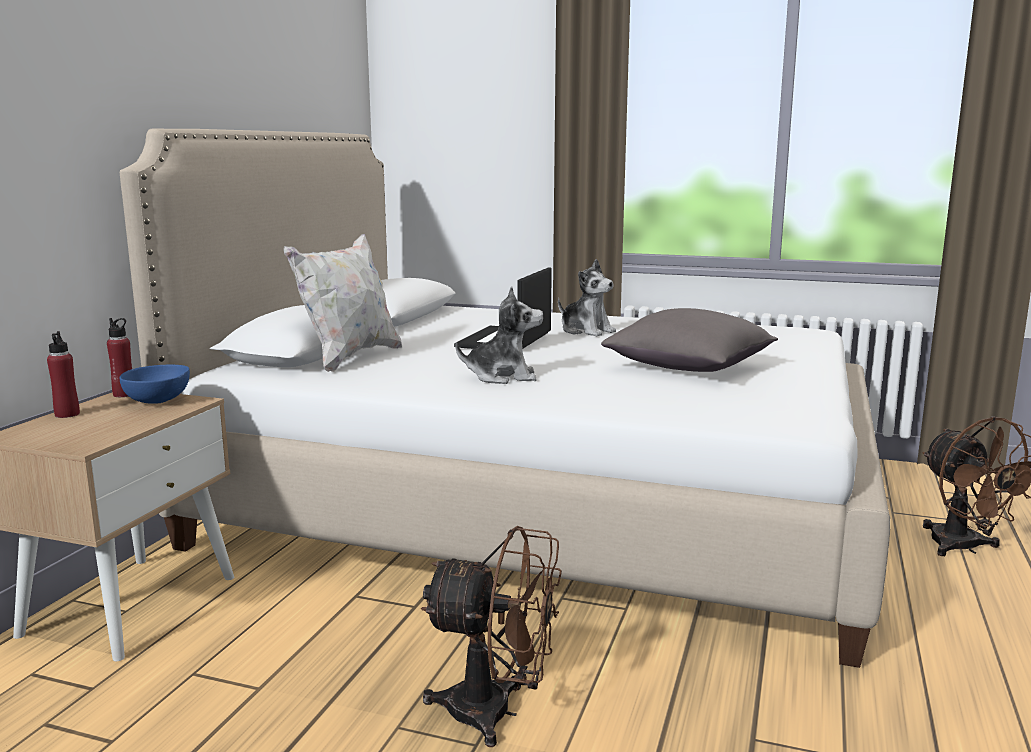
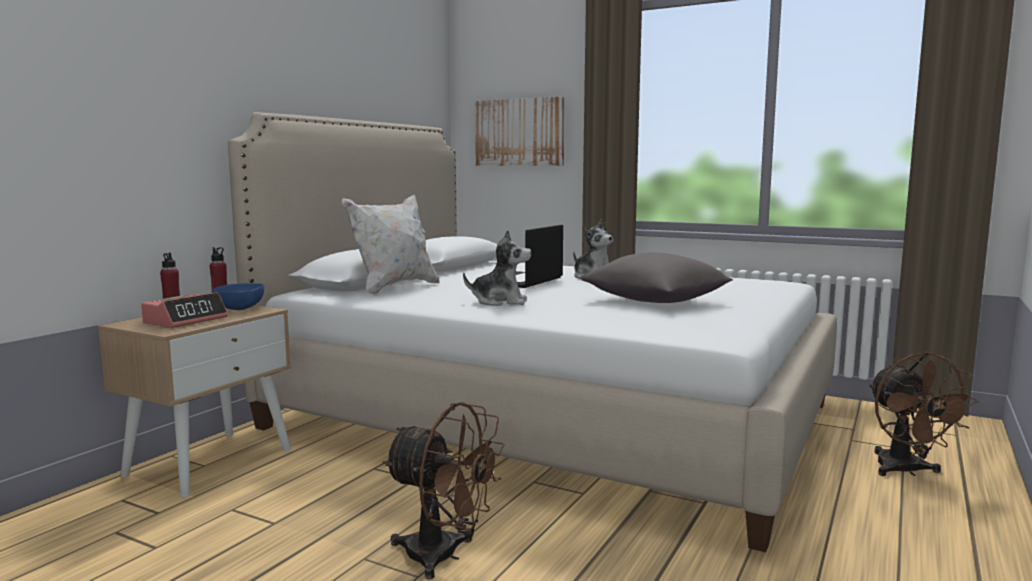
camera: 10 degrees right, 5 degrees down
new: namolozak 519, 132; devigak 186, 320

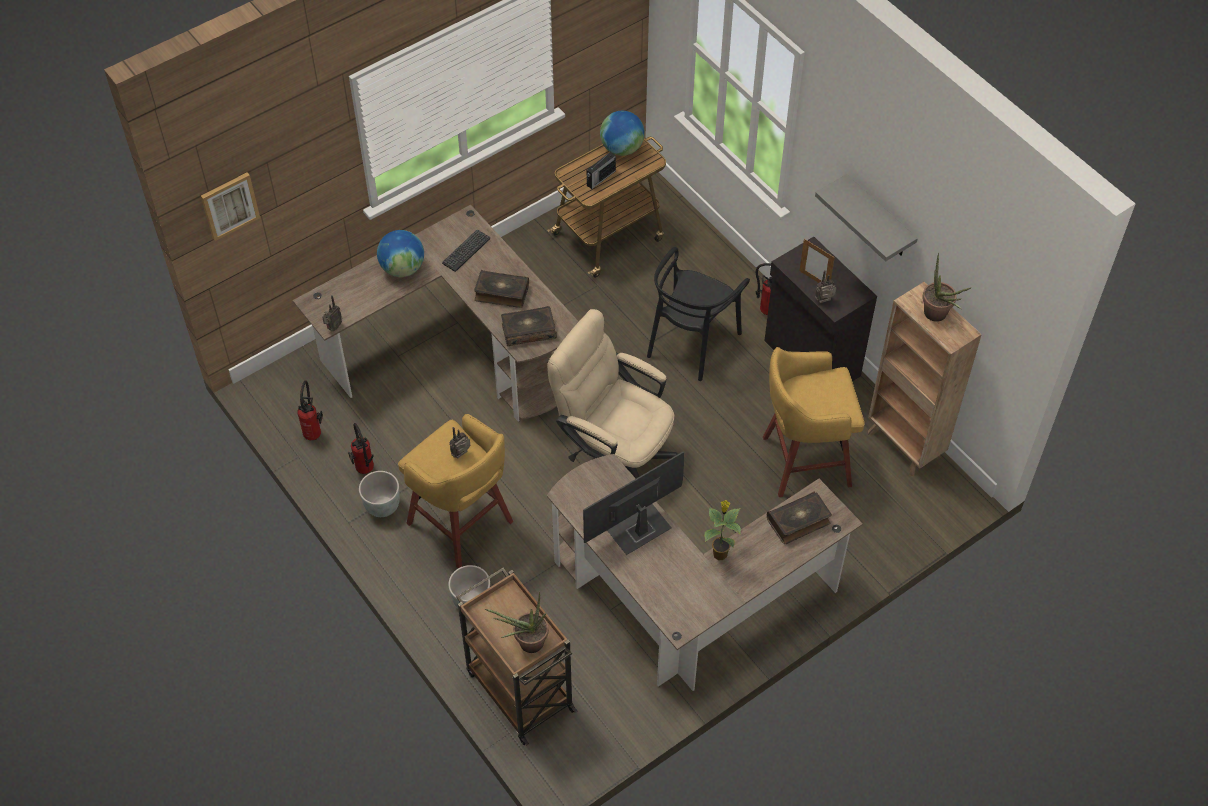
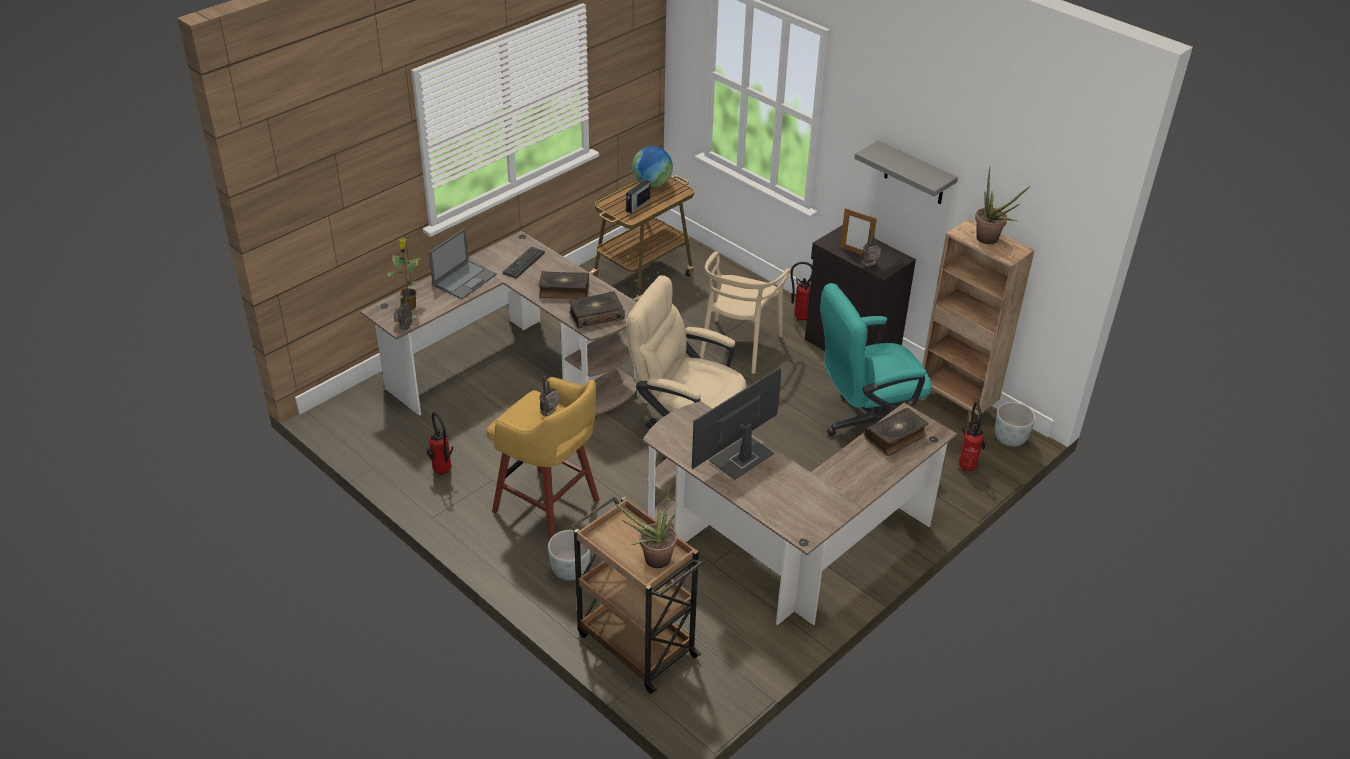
camera: 10 degrees left, 15 degrees down
gone: namolozak 229, 205
shifted: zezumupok 314, 432 to 967, 465; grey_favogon 382, 506 to 1009, 439; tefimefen 720, 553 to 409, 305
swapped: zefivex 402, 268 to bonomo 465, 279; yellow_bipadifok 803, 461 to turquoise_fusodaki 866, 426
repainted: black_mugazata 691, 342 to beige_mugazata 738, 346

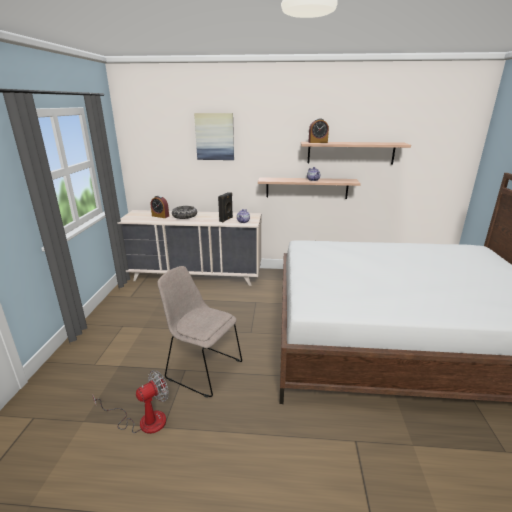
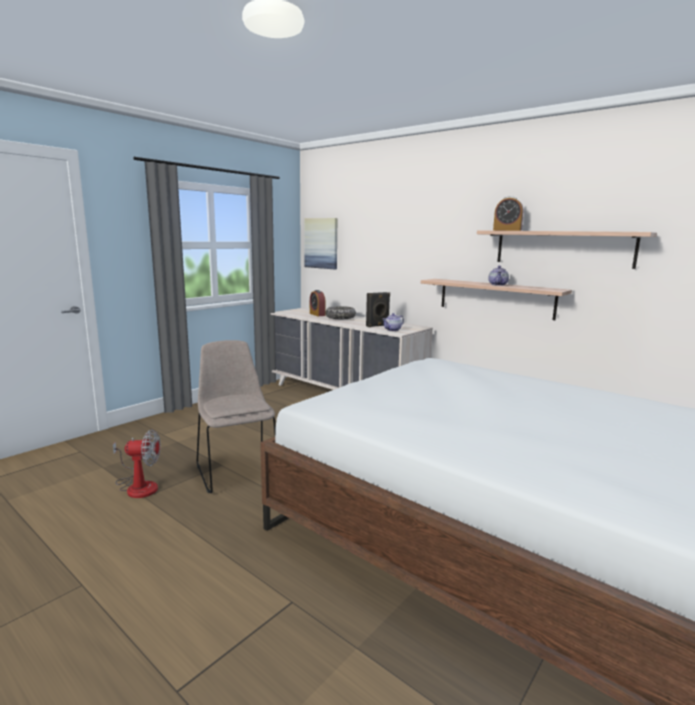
camera: 35 degrees right, 10 degrees down
shifted: namolozak 215, 136 to 321, 243

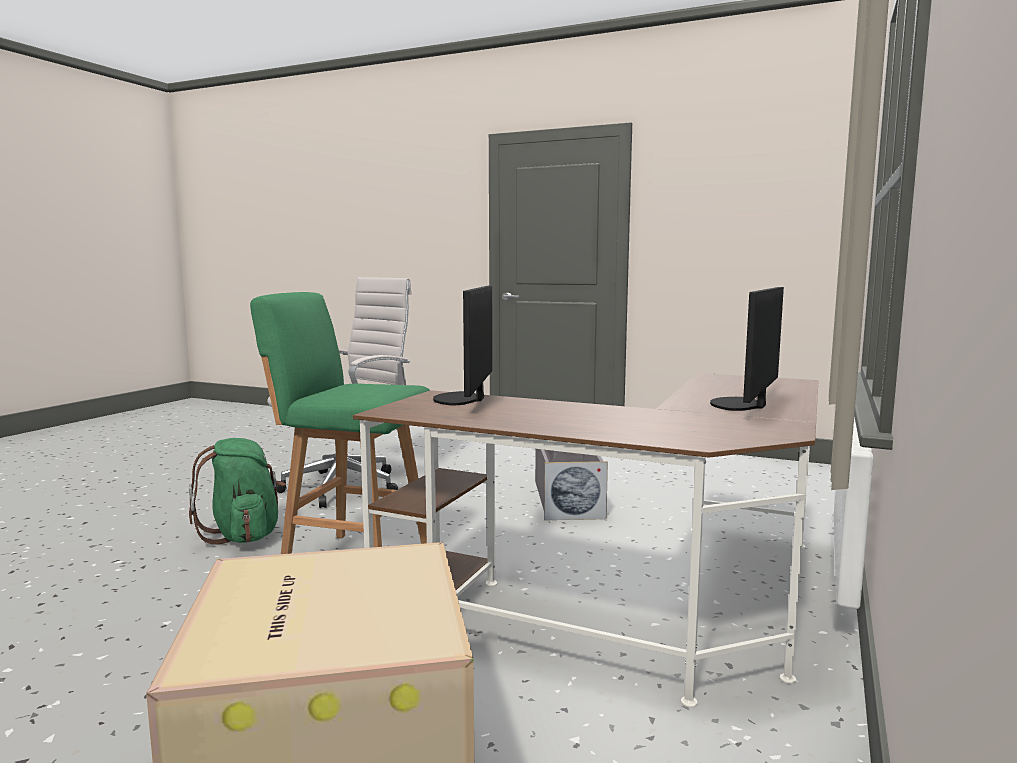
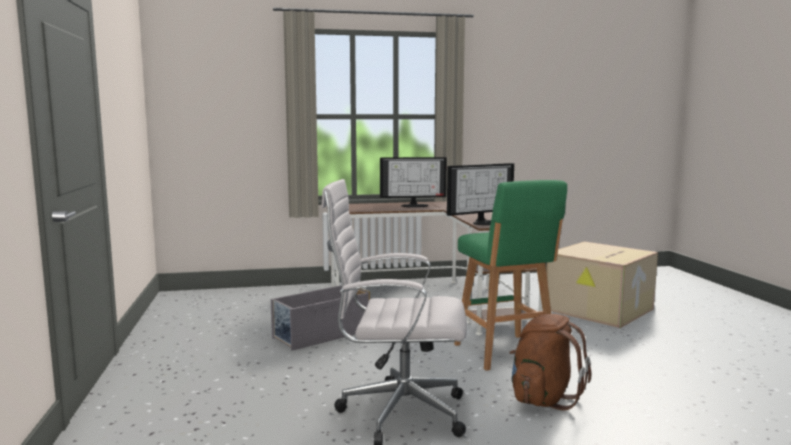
camera: 125 degrees left, 0 degrees up
repainted: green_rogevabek 243, 535 to brown_rogevabek 543, 398

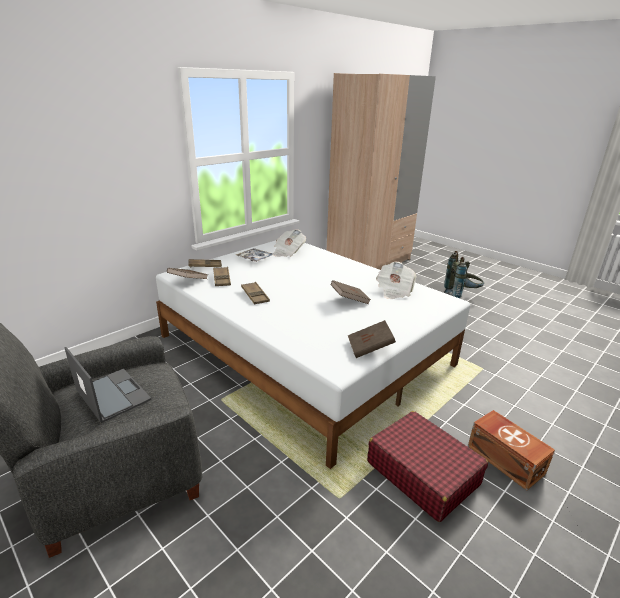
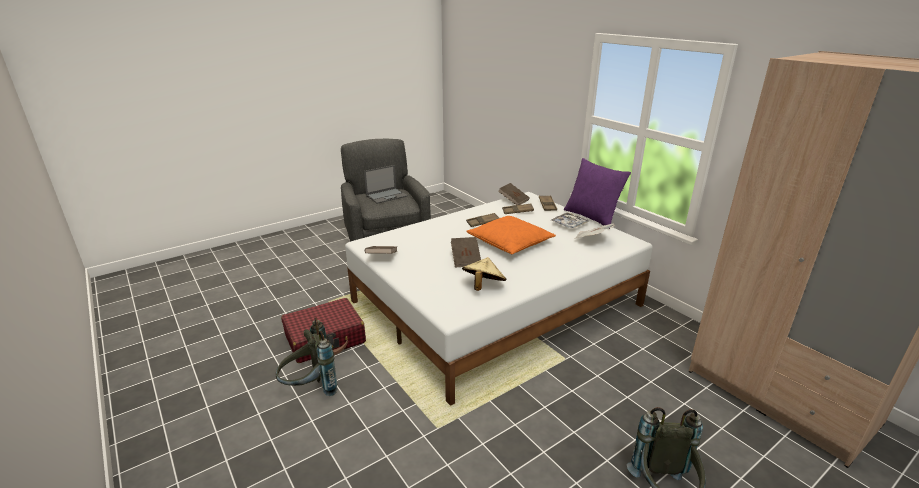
camera: 100 degrees right, 0 degrees up
new: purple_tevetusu 592, 217; orange_tevetusu 510, 242
swapped: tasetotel 394, 291 to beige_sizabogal 483, 286; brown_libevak 505, 458 to grey_rogevabek 310, 388

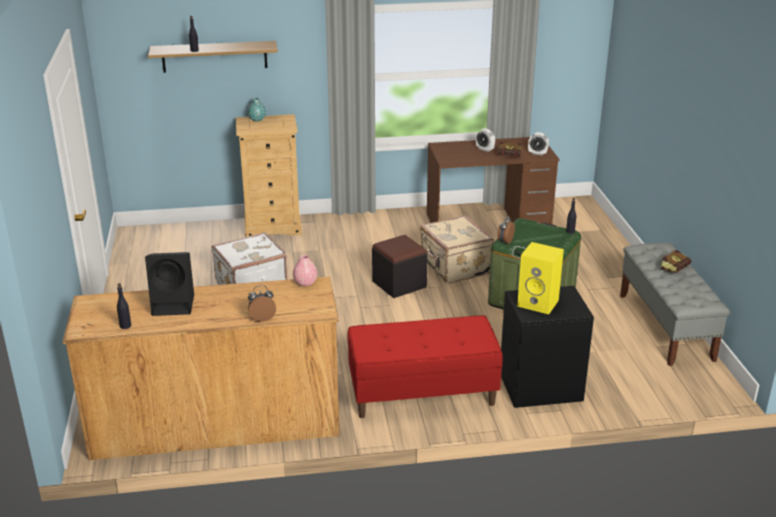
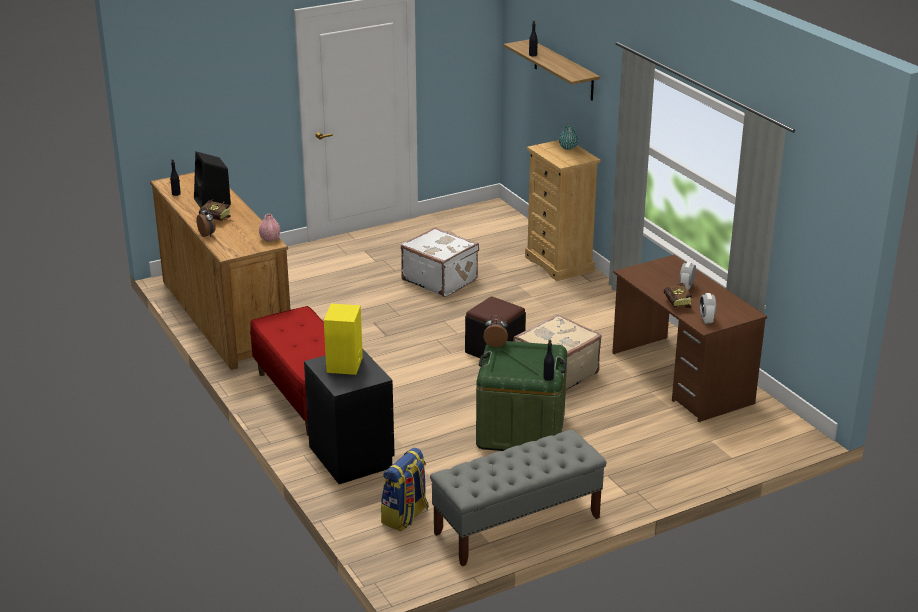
camera: 70 degrees right, 0 degrees up
new: rogevabek 405, 516
shifted: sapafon 676, 269 to 218, 220

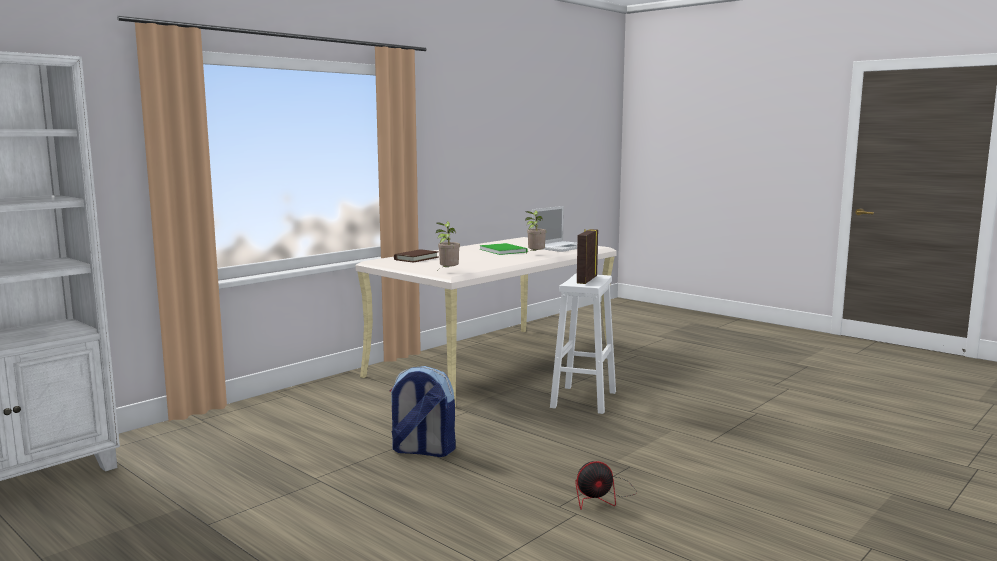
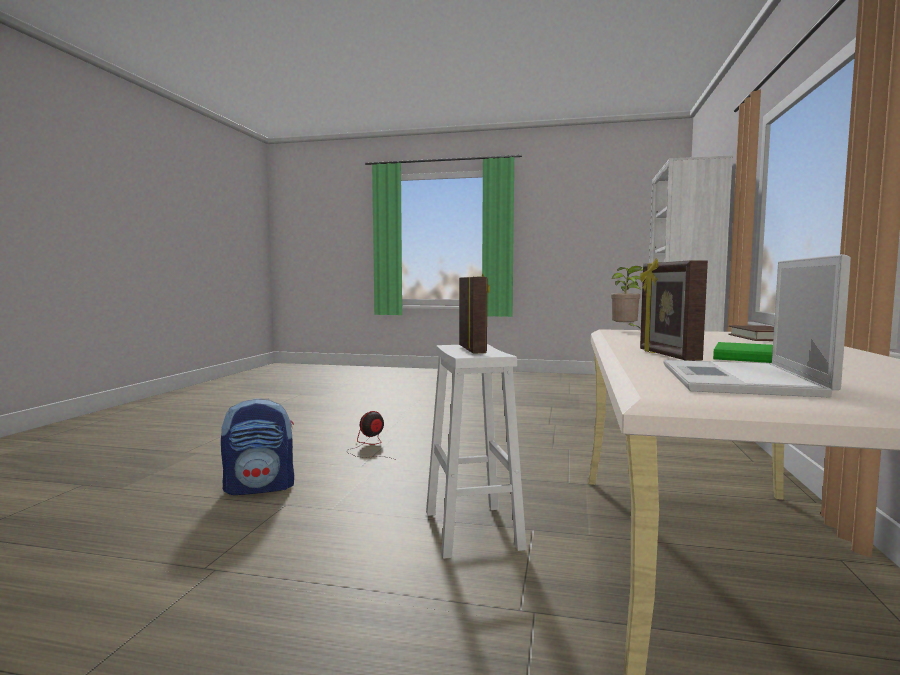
camera: 150 degrees right, 5 degrees down
shifted: rogevabek 422, 450 to 260, 487
swapped: tefimefen 535, 255 to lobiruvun 667, 355

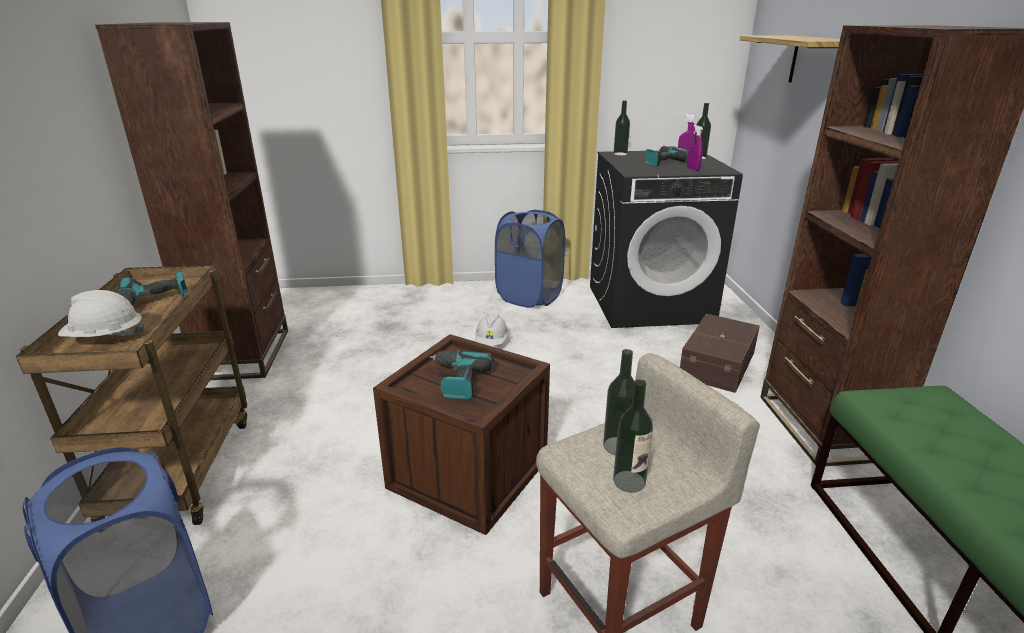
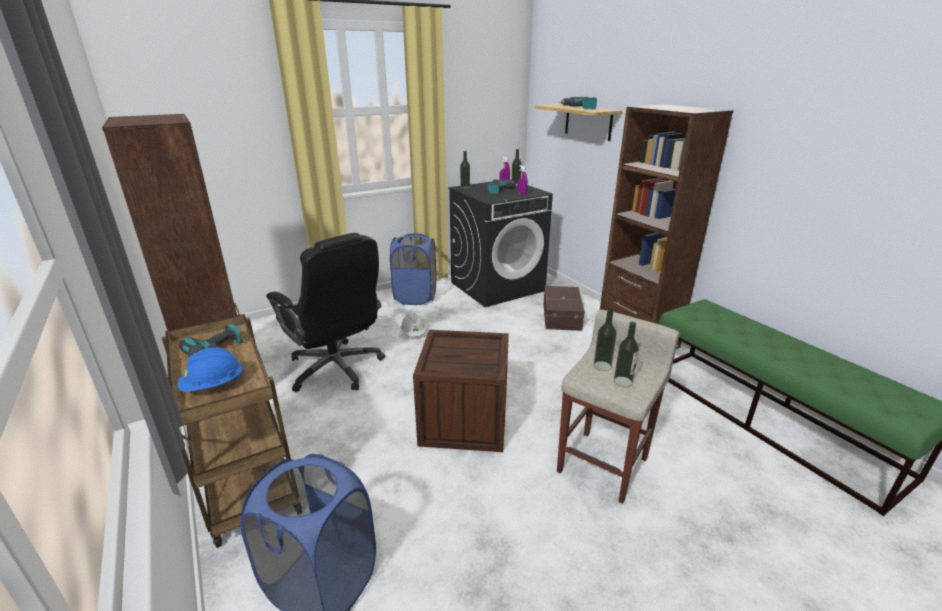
camera: 25 degrees left, 0 degrees up
new: black_fusodaki 336, 368
shifted: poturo 457, 380 to 579, 108
repainted: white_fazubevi 105, 337 to blue_fazubevi 213, 385

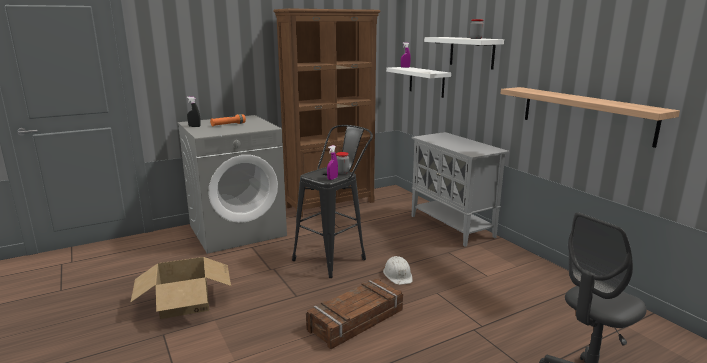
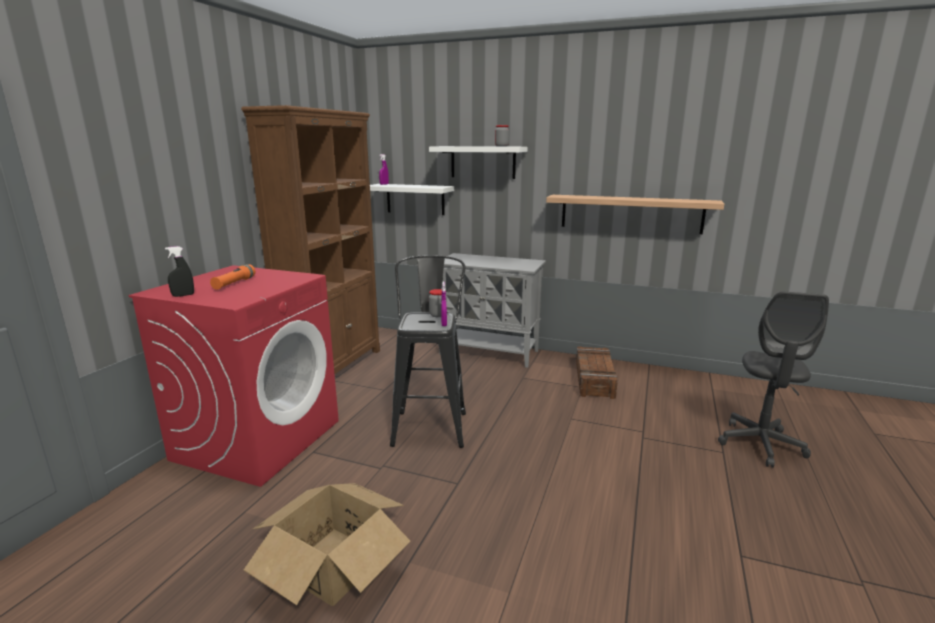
camera: 40 degrees left, 0 degrees up
gone: white_fazubevi 398, 275
shifted: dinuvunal 356, 320 to 595, 379
repainted: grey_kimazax 237, 230 to red_kimazax 258, 439

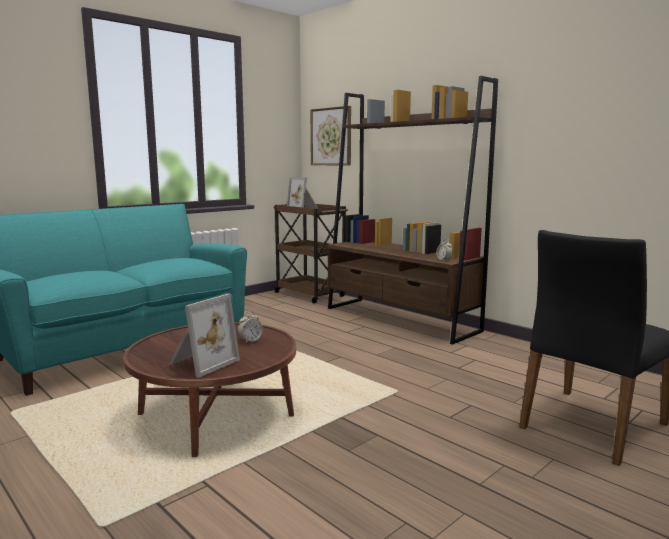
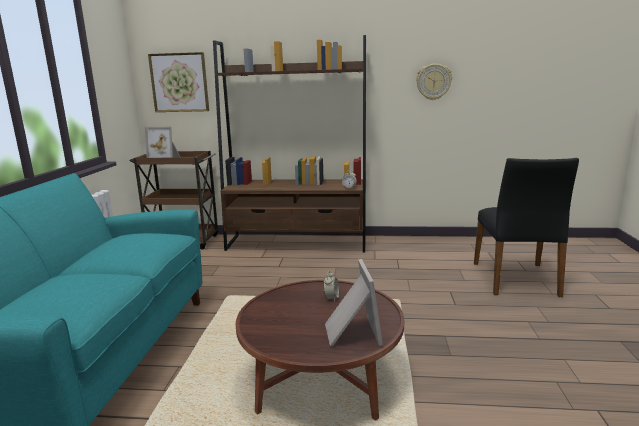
camera: 40 degrees left, 5 degrees up
new: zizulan 433, 82

